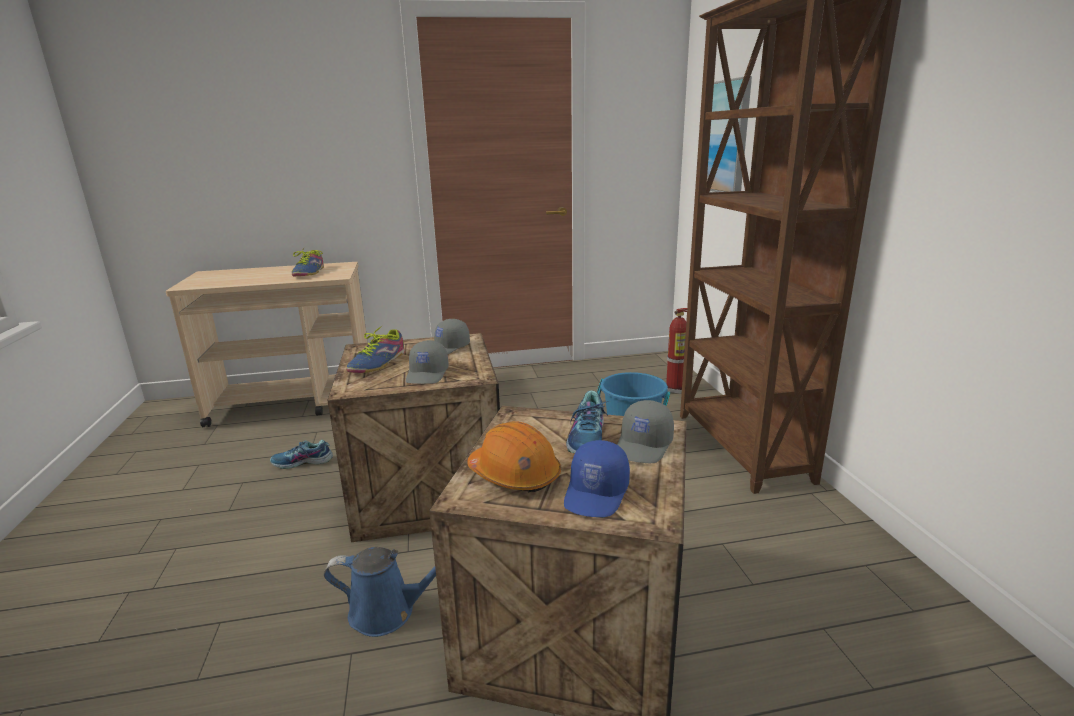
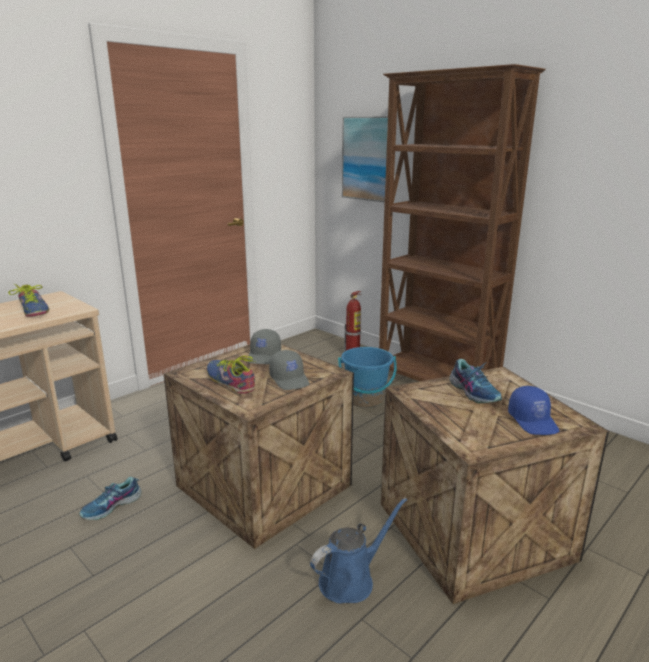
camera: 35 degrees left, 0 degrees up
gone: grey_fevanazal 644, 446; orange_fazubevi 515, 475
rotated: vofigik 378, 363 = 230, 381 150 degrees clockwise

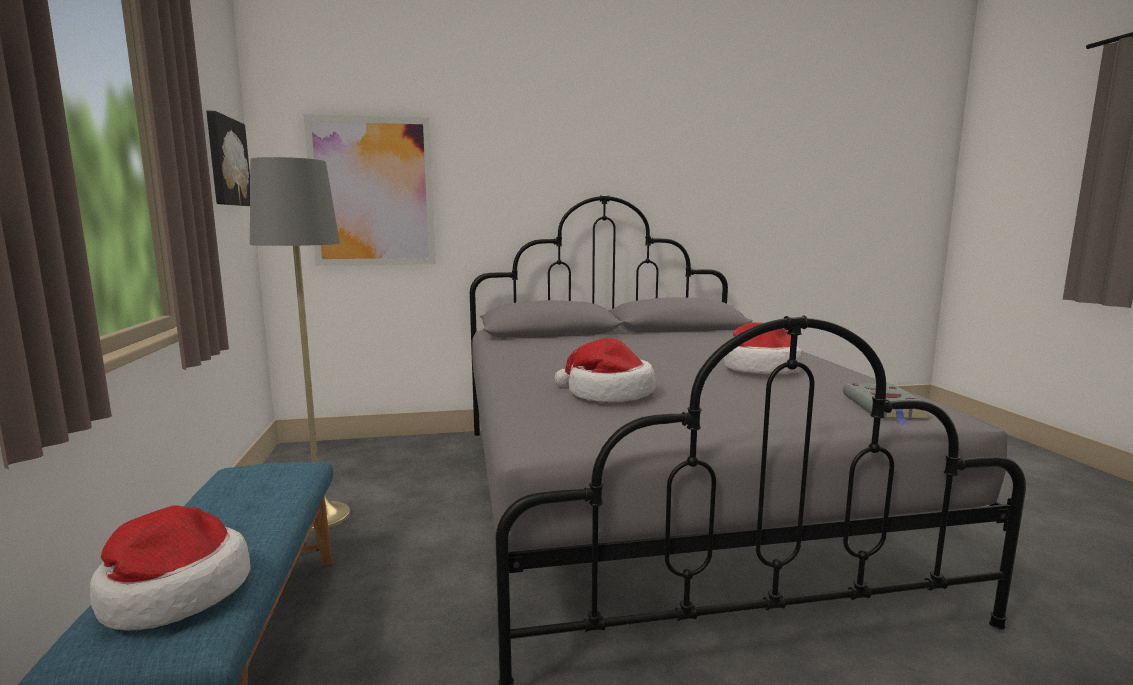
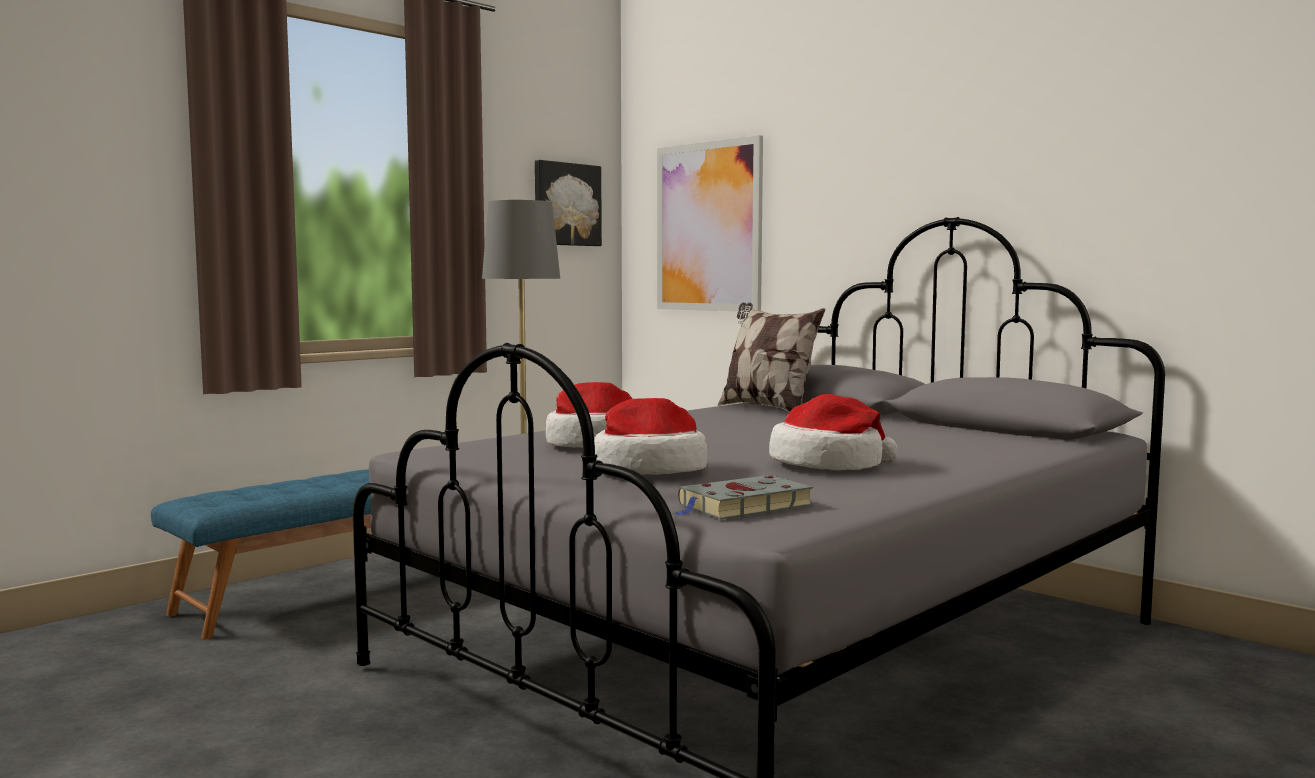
camera: 55 degrees right, 5 degrees down
new: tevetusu 767, 409
shifted: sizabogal 173, 593 to 649, 470

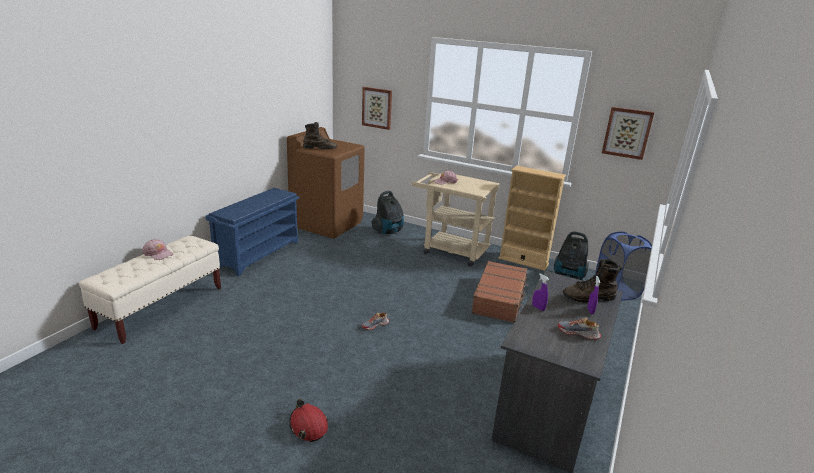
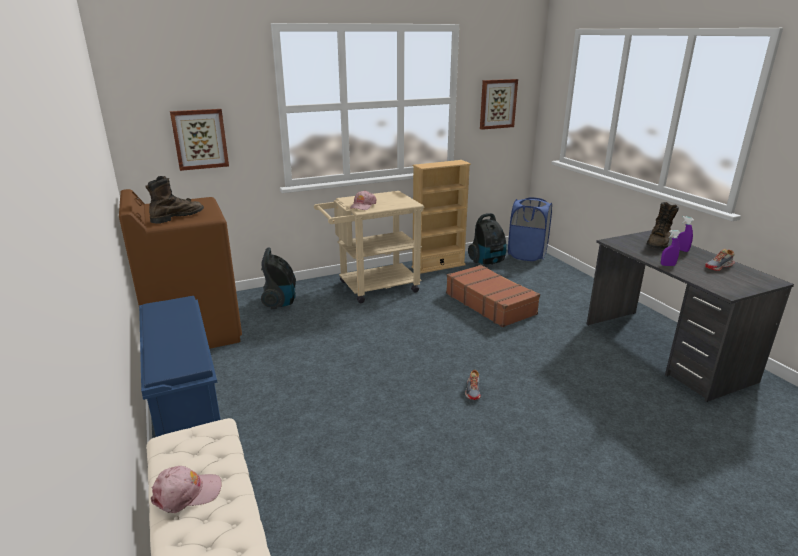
camera: 50 degrees left, 0 degrees up
gone: red_fazubevi 308, 426

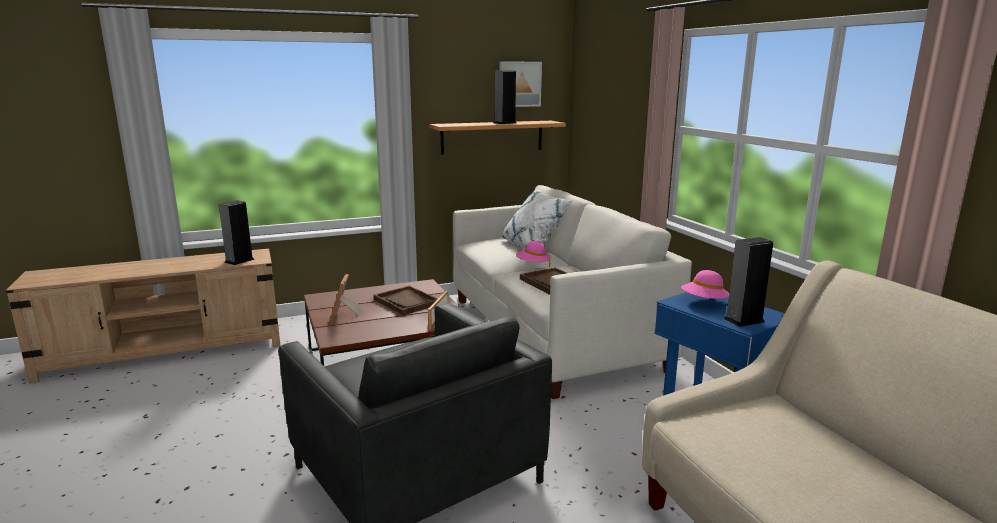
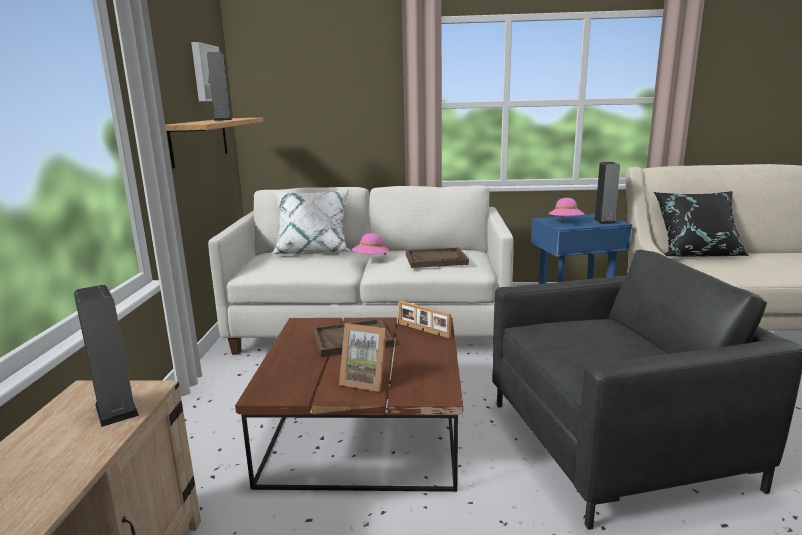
camera: 65 degrees left, 0 degrees up
new: black_tevetusu 695, 254

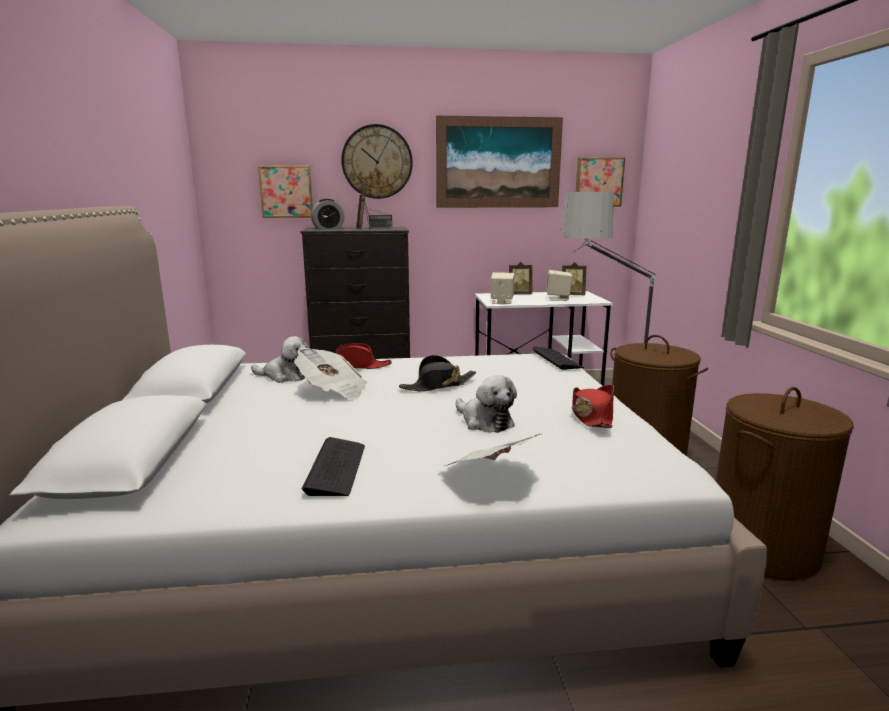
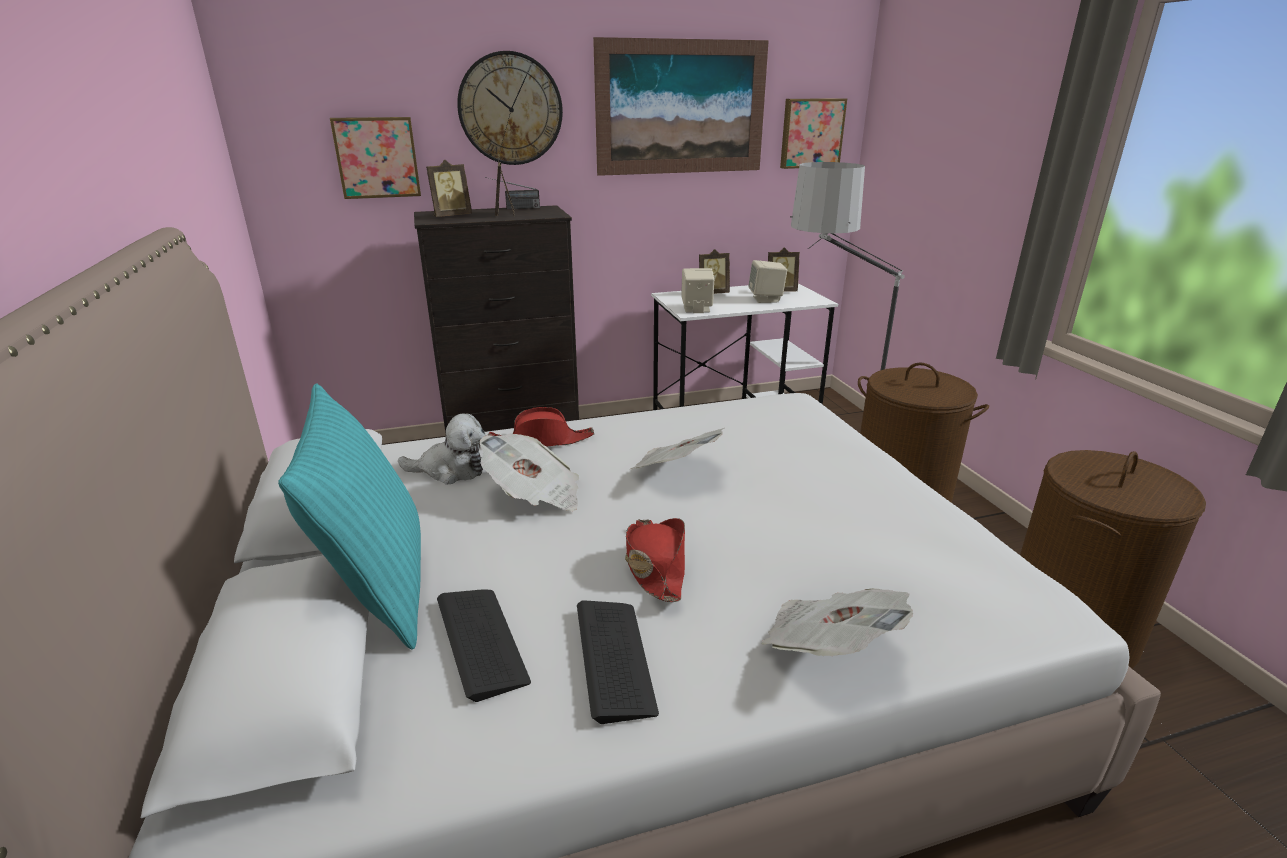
camera: 10 degrees left, 10 degrees up
gone: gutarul 484, 422
new: turquoise_tevetusu 378, 588
shifted: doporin 557, 359 to 481, 642; red_sizabogal 591, 416 to 655, 566
swapped: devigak 328, 228 to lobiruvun 451, 216; black_sizabogal 438, 385 to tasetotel 675, 471

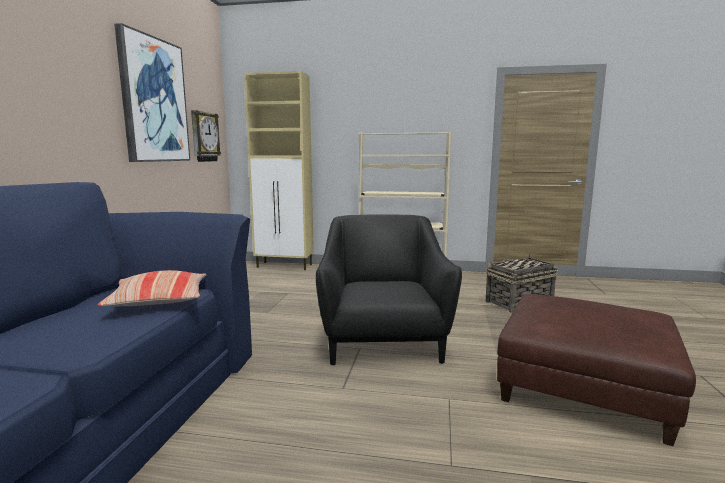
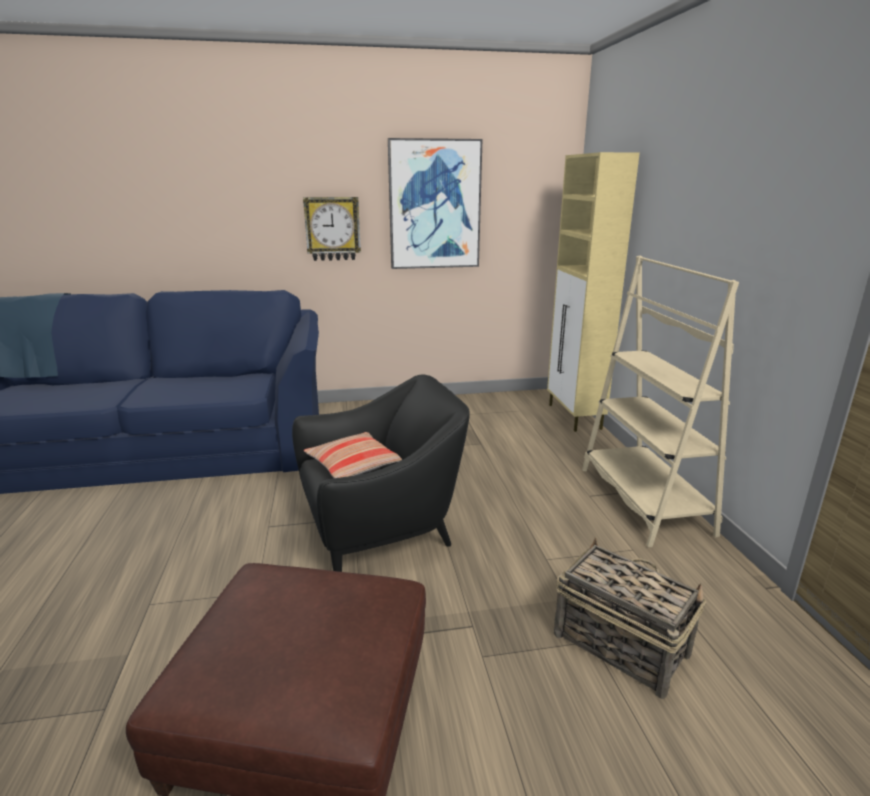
camera: 70 degrees right, 10 degrees up
shifted: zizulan 204, 137 to 332, 229; tevetusu 158, 300 to 354, 465

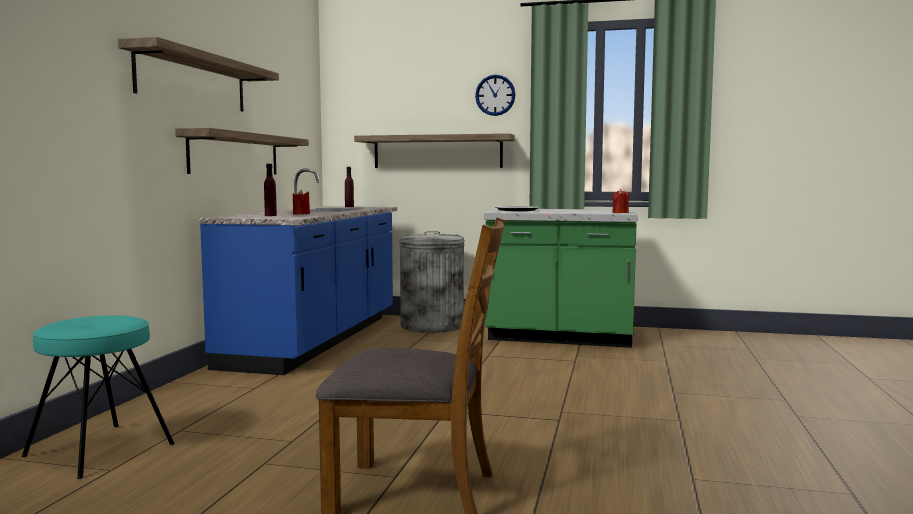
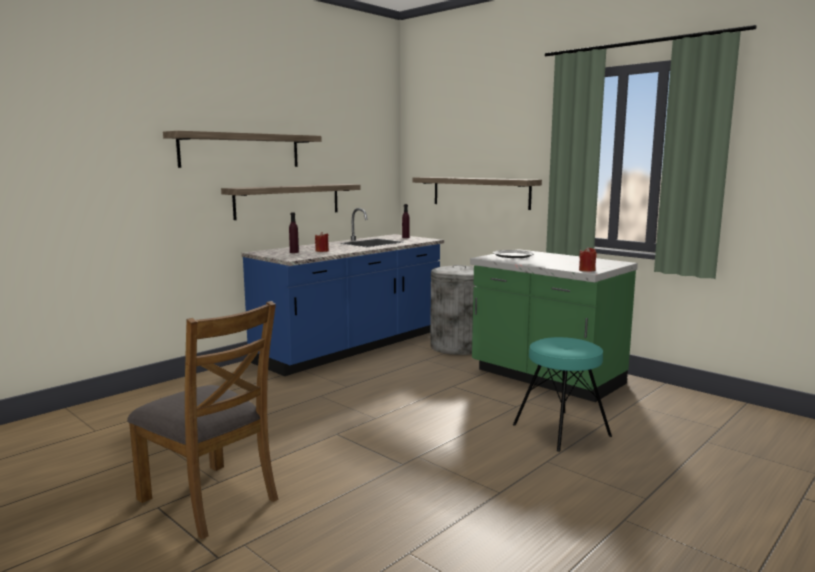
camera: 30 degrees right, 5 degrees up
gone: zizulan 495, 95
shifted: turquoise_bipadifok 99, 450 to 561, 430

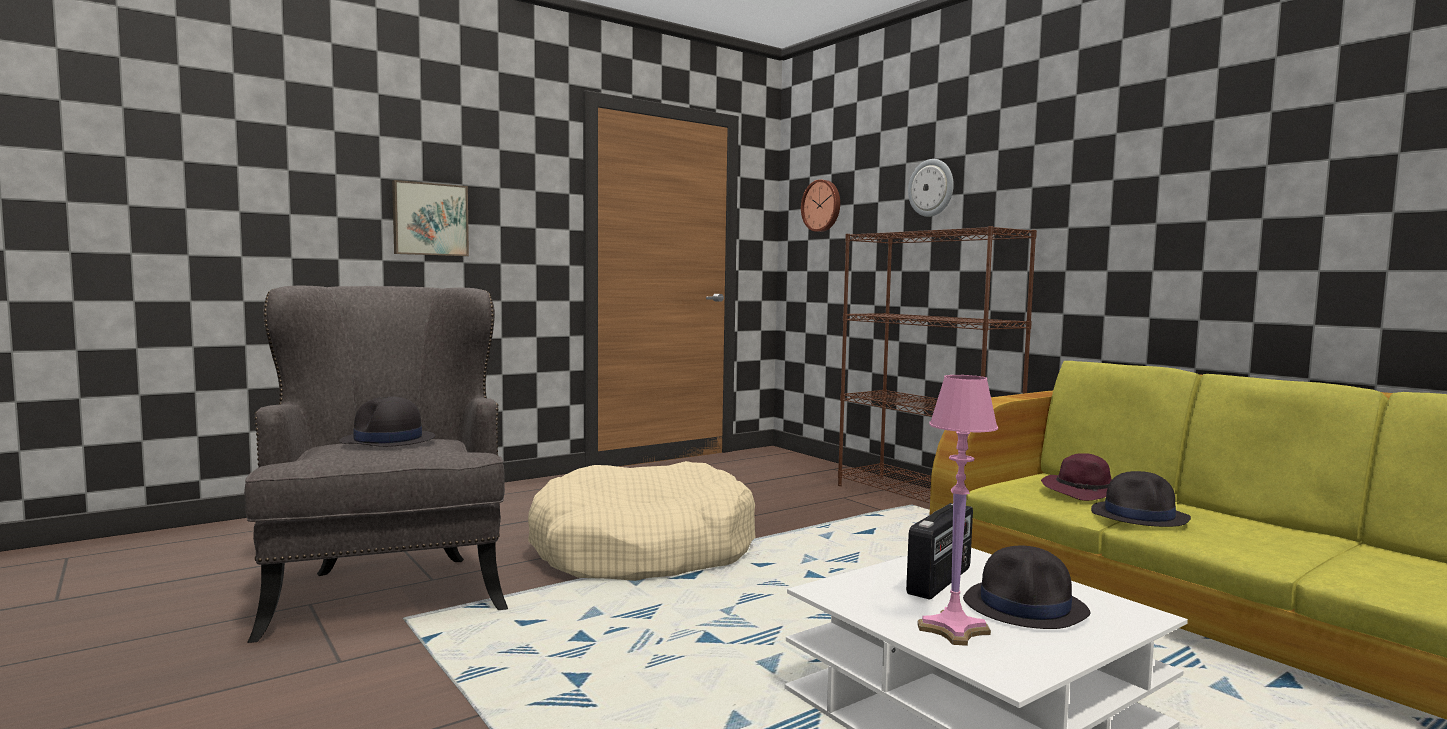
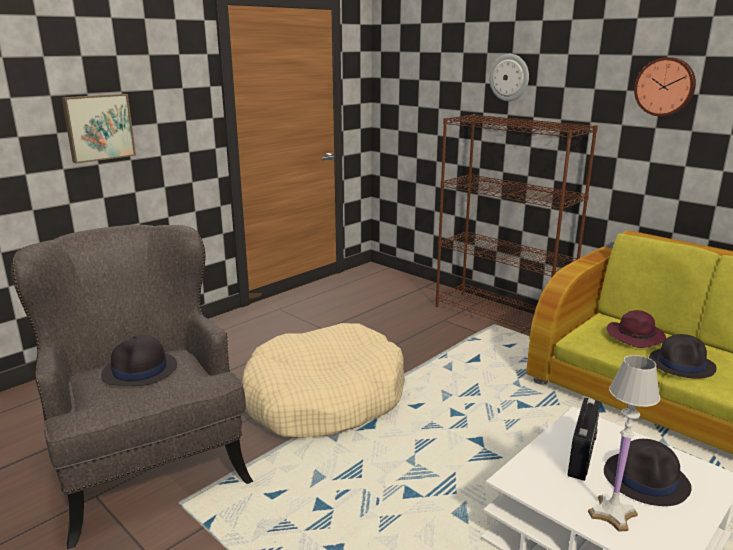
camera: 10 degrees left, 15 degrees up
shifted: zizulan 822, 206 to 665, 86
repainted: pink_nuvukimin 952, 629 to white_nuvukimin 611, 513

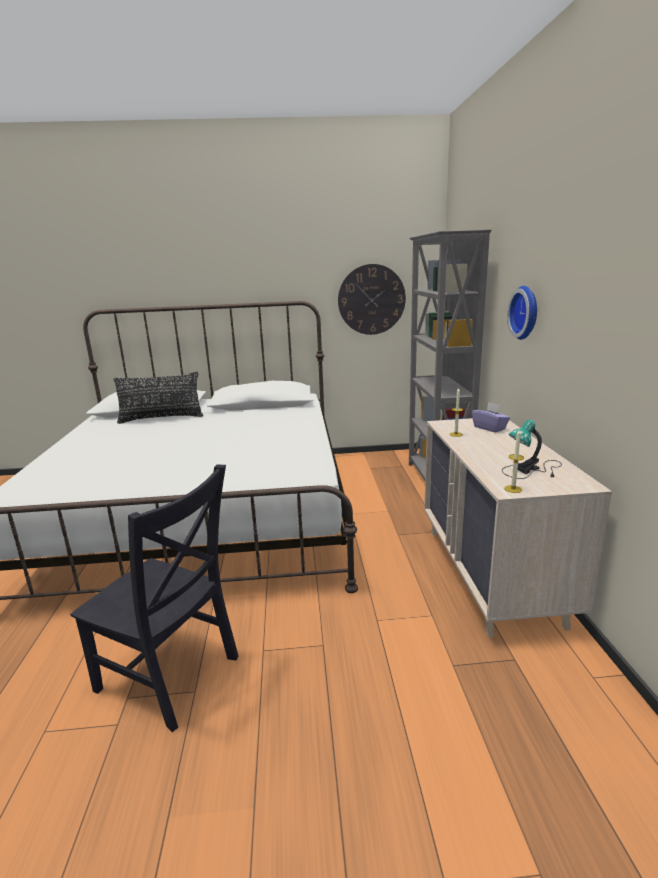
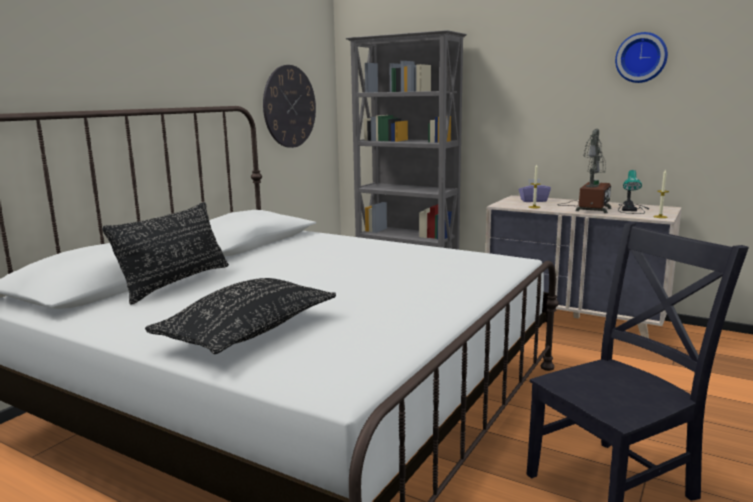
camera: 55 degrees left, 5 degrees down
new: nuvukimin 589, 208; black_tevetusu 249, 332
shifted: zizulan 526, 312 to 641, 57

